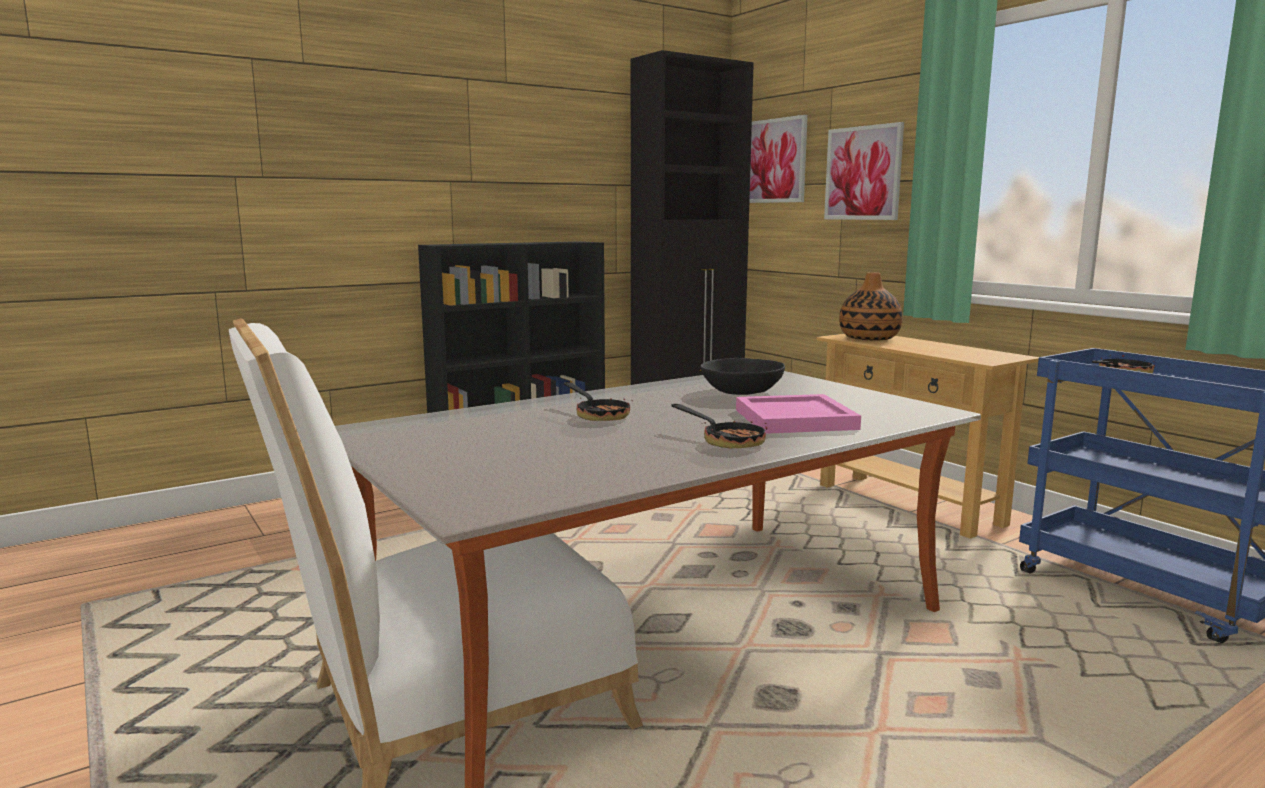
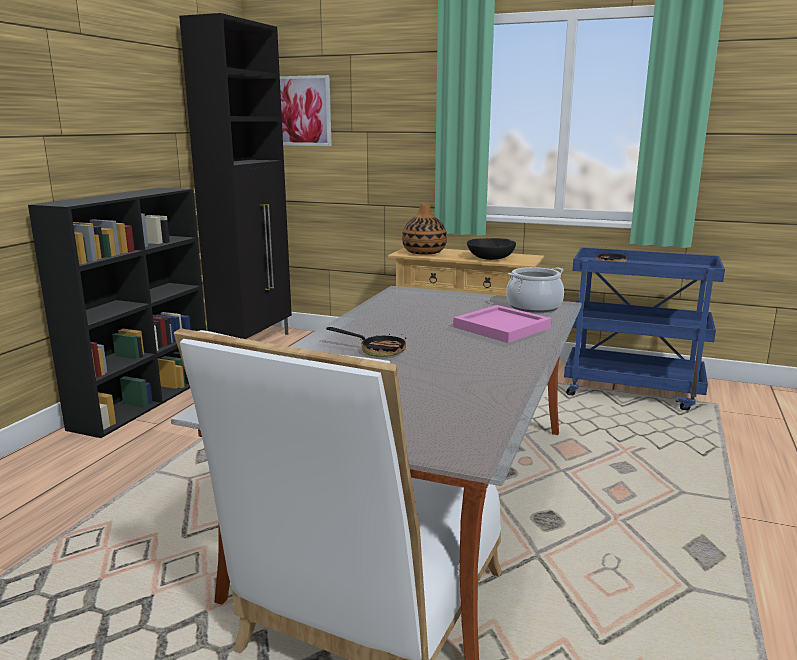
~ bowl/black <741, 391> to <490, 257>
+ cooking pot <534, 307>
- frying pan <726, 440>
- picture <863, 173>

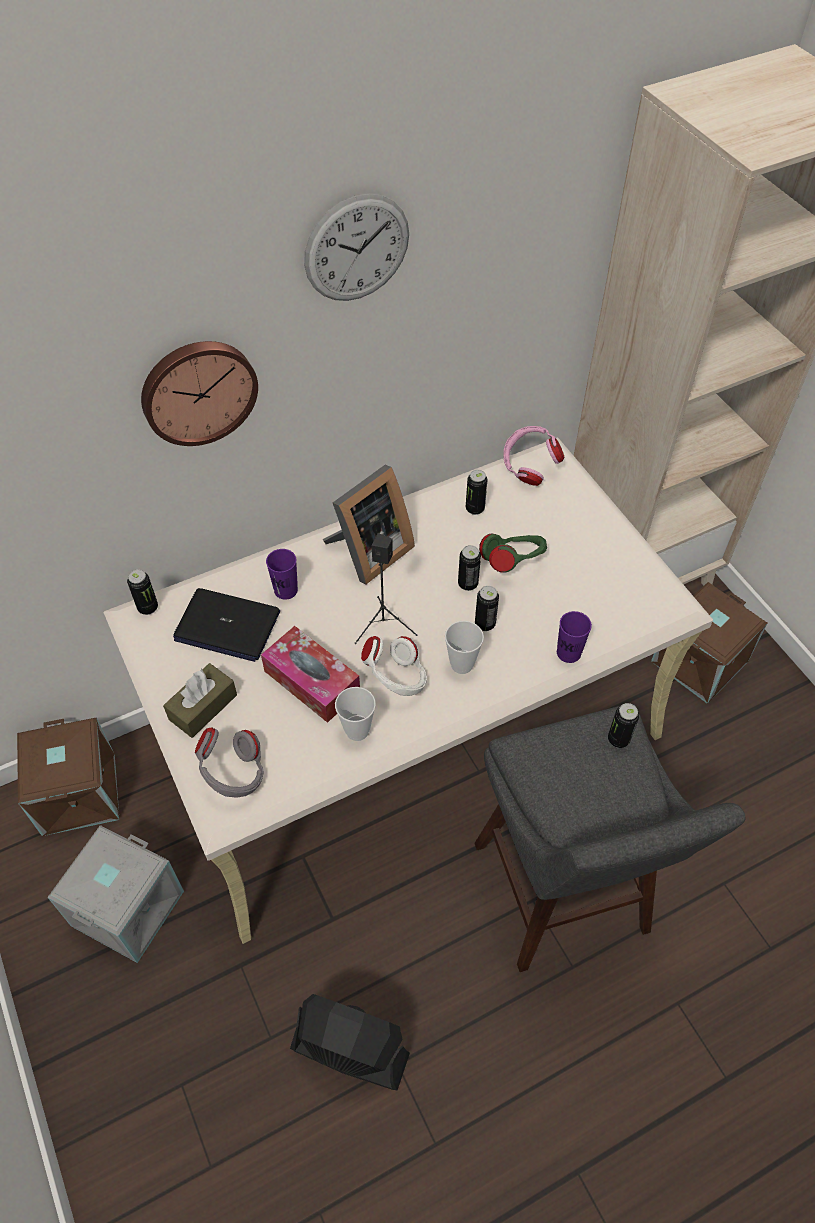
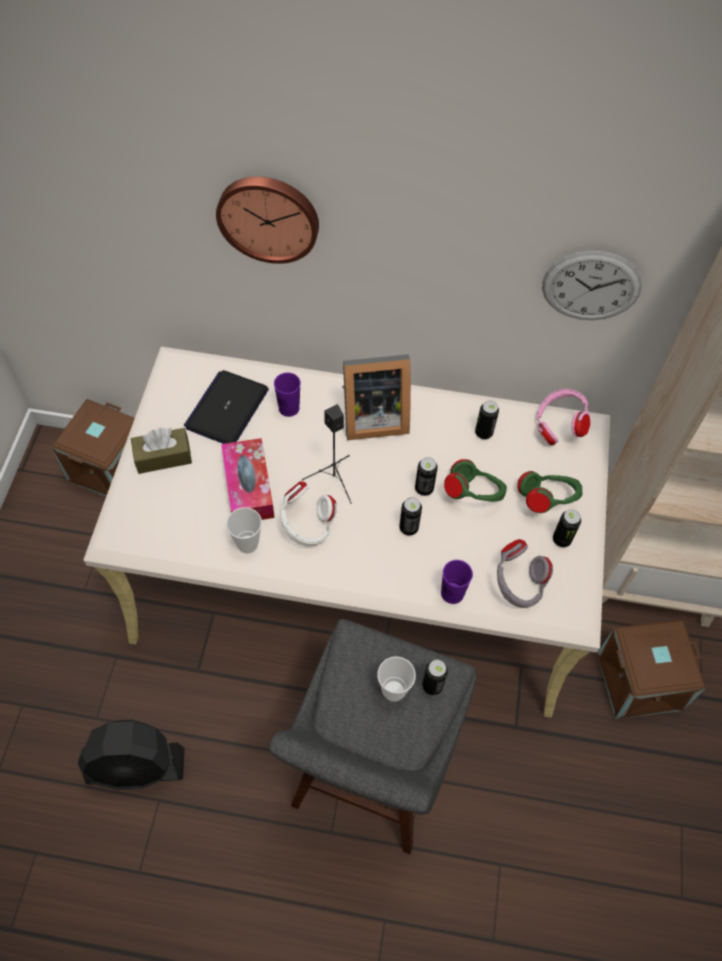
~ fan/black <349, 1051> = <136, 766> 120 degrees clockwise
~ laptop <227, 626> = <227, 409> 60 degrees clockwise
~ cup <462, 664> to <393, 691>
~ headphones/grey <234, 775> to <518, 585>
+ headphones/green <547, 500>
~ wall clock <357, 248> to <591, 286>
~ can <148, 608> to <561, 539>
- storage box/grey <126, 907>

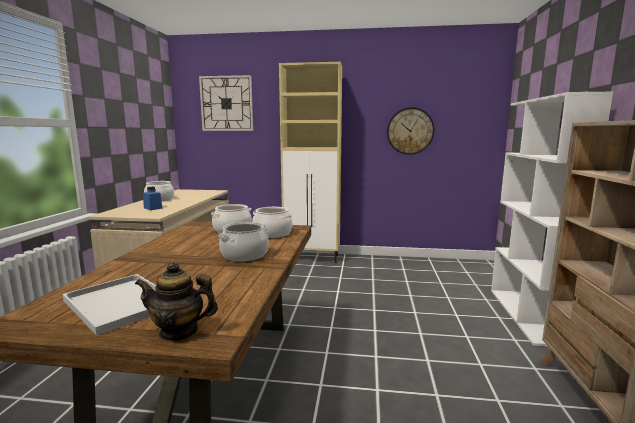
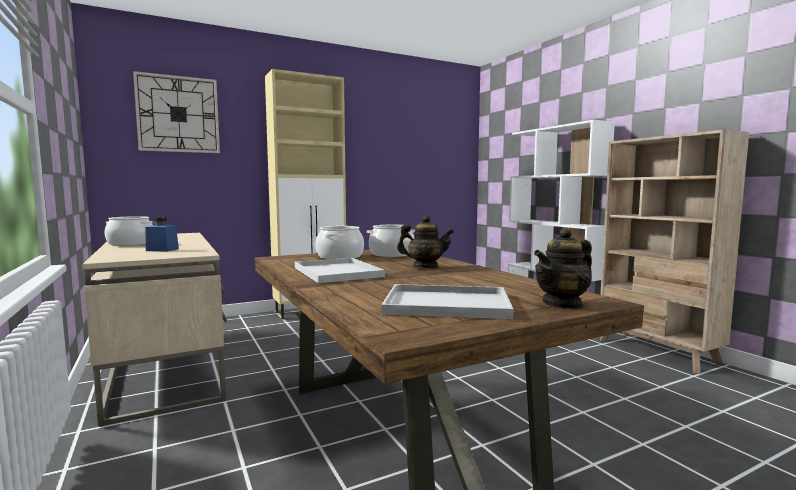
+ tray/white <339, 272>
~ cooking pot <244, 255> to teapot <425, 267>
- wall clock <410, 131>

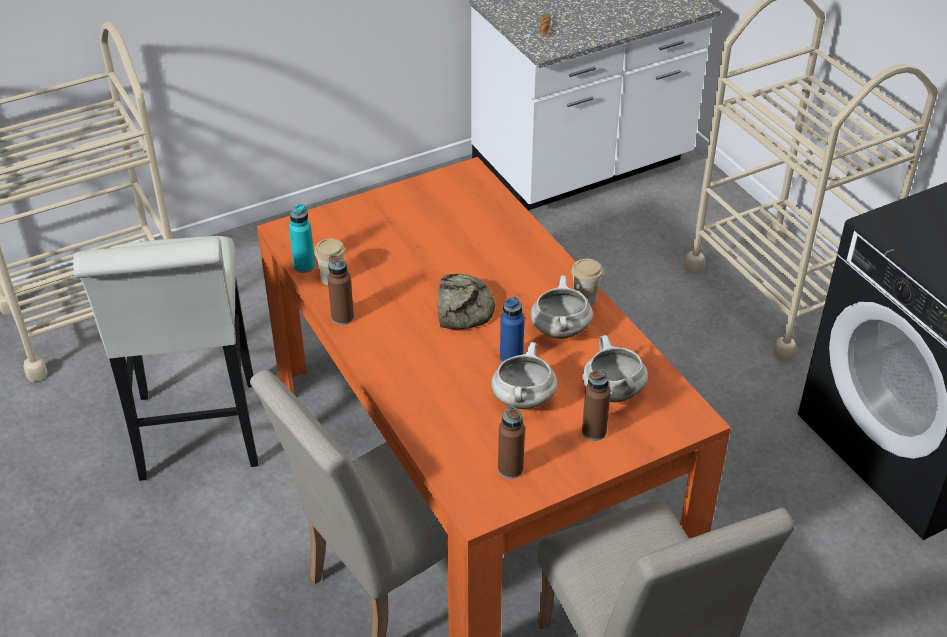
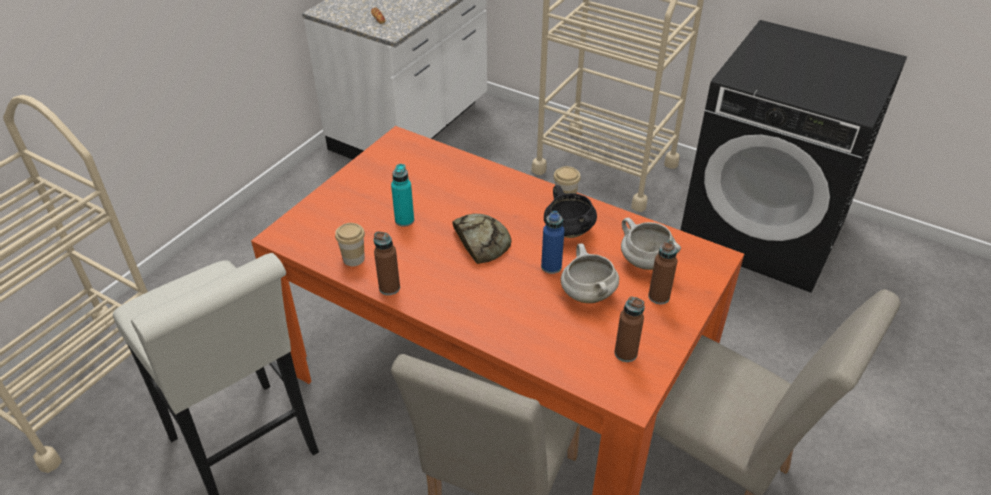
~ bottle/turquoise <304, 266> to <404, 220>
~ cooking pot/white <559, 330> to cooking pot/black <567, 231>

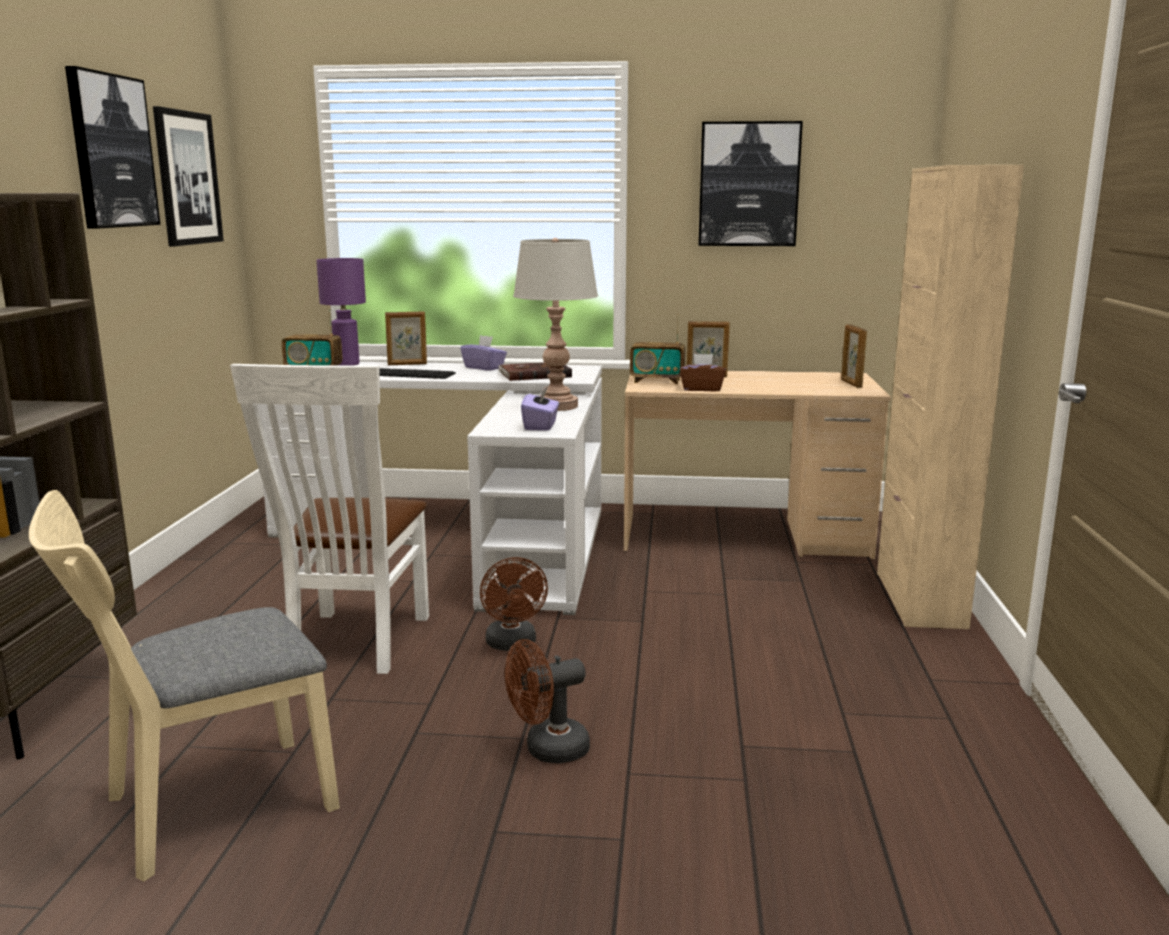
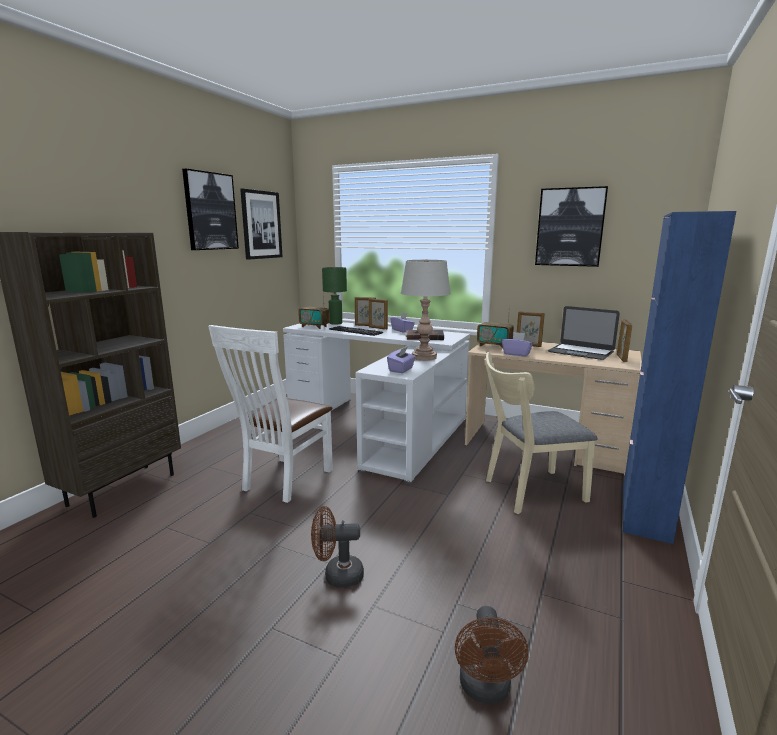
~ table lamp/purple <347, 364> to table lamp/green <336, 323>
+ picture frame <377, 328>
~ fan/brown <513, 644> to <486, 690>
~ chair/beige <203, 809> to <528, 491>
~ tissue box/brown <702, 389> to tissue box/purple <516, 354>
+ laptop <580, 352>
~ cabinet/beige <919, 599> to cabinet/blue <645, 512>

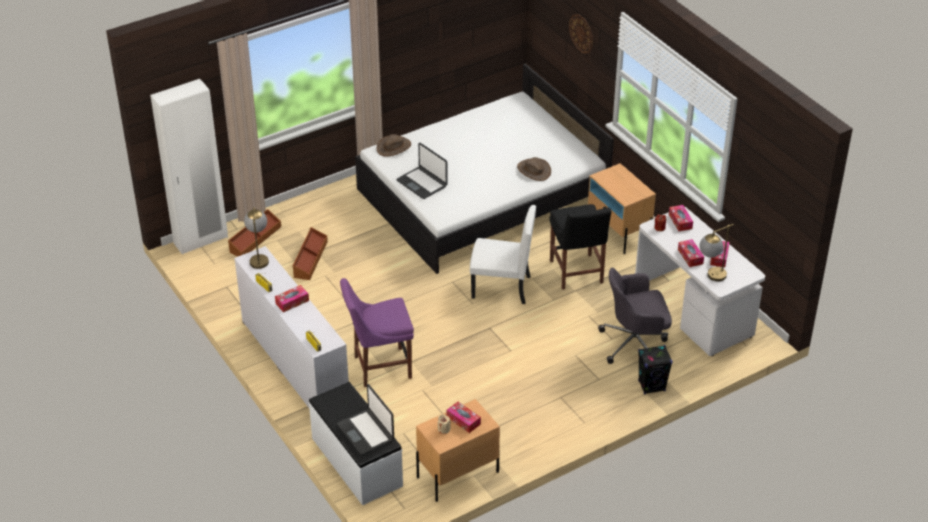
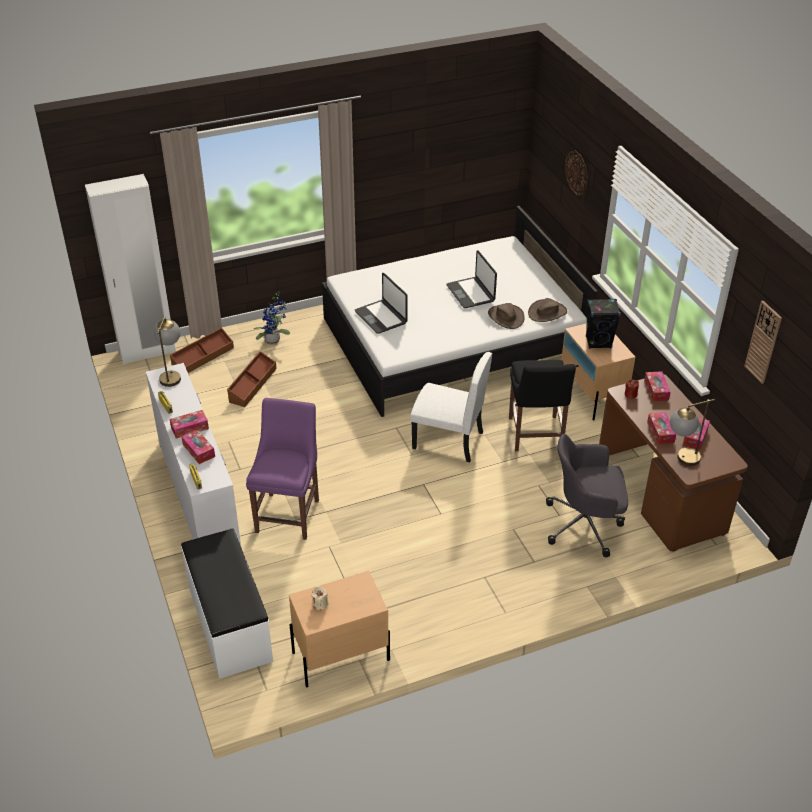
~ tissue box <463, 420> to <198, 450>
~ chair/purple <379, 367> = <289, 513> 105 degrees clockwise
+ potted plant <274, 341>
~ laptop <366, 432> to <471, 293>
~ hat/brown <393, 147> to <547, 312>
~ speaker/black <652, 386> to <598, 342>
~ desk/white <694, 311> to desk/brown <661, 495>
+ wall clock <763, 342>

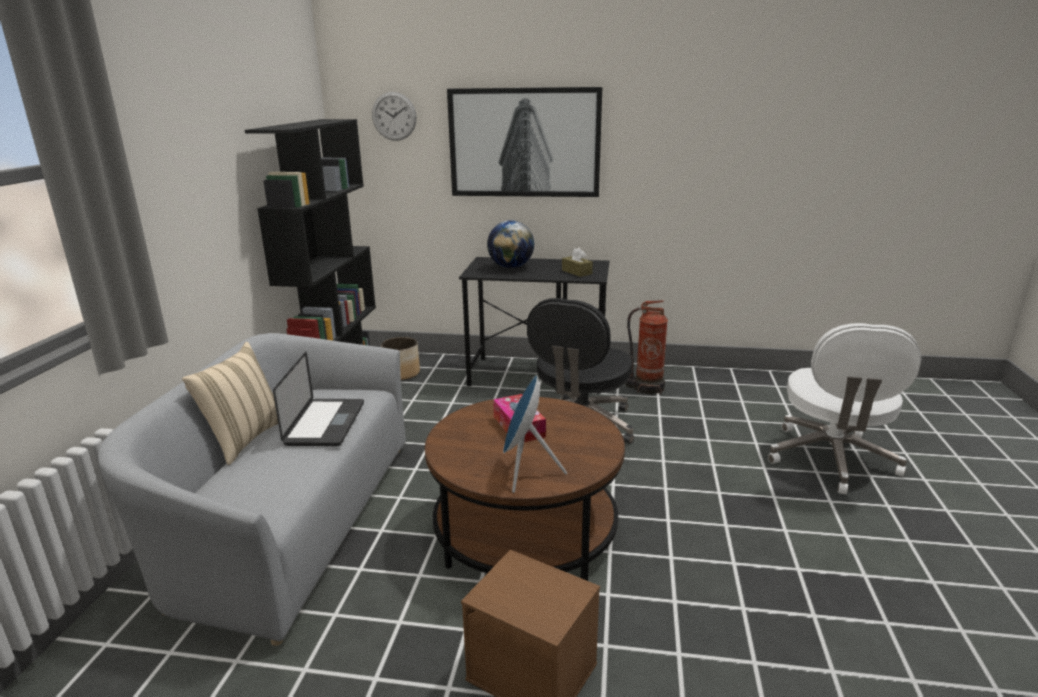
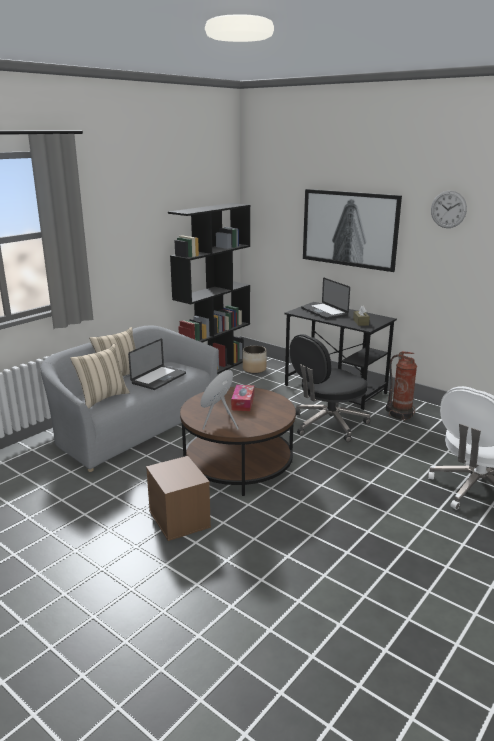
+ pillow/beige <102, 398>
~ globe <511, 267> to laptop <324, 312>
~ wall clock <394, 116> to <448, 209>

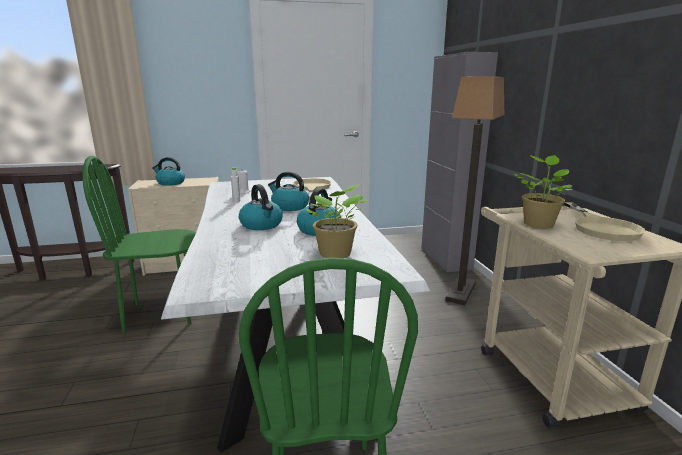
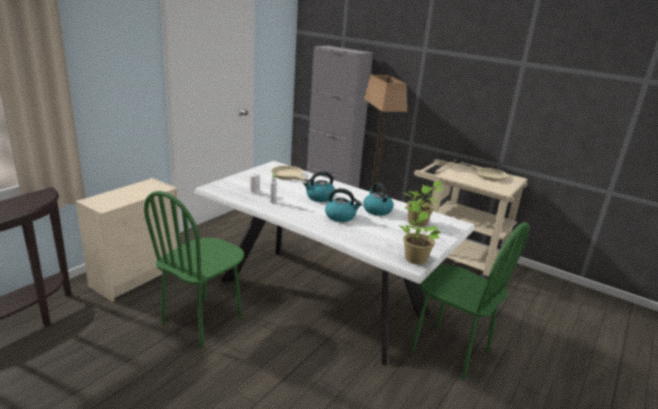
~ potted plant <538, 223> to <414, 258>
- kettle <170, 183>

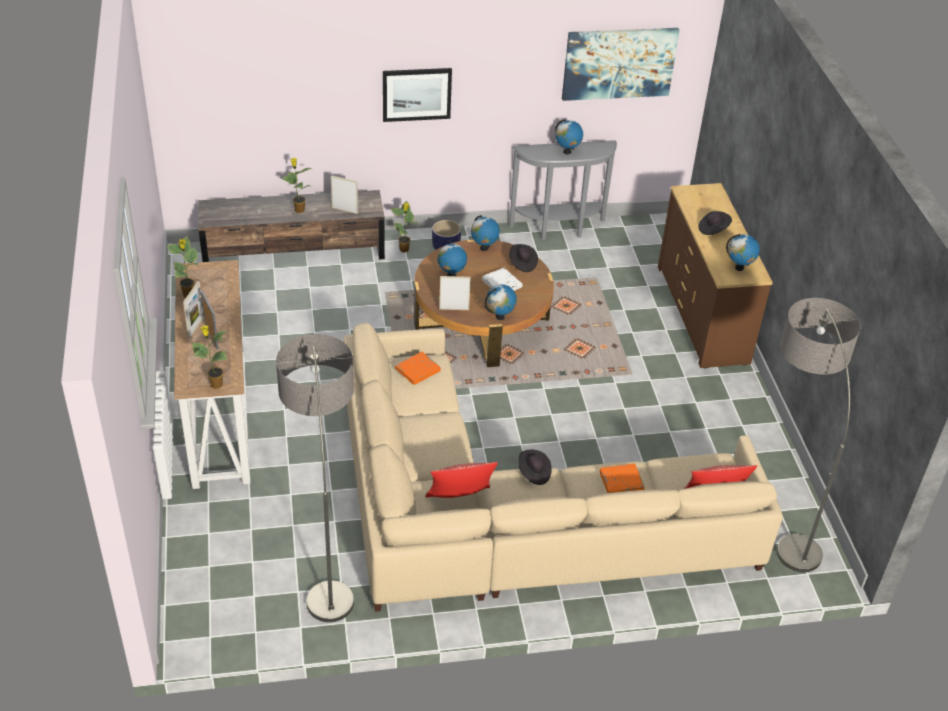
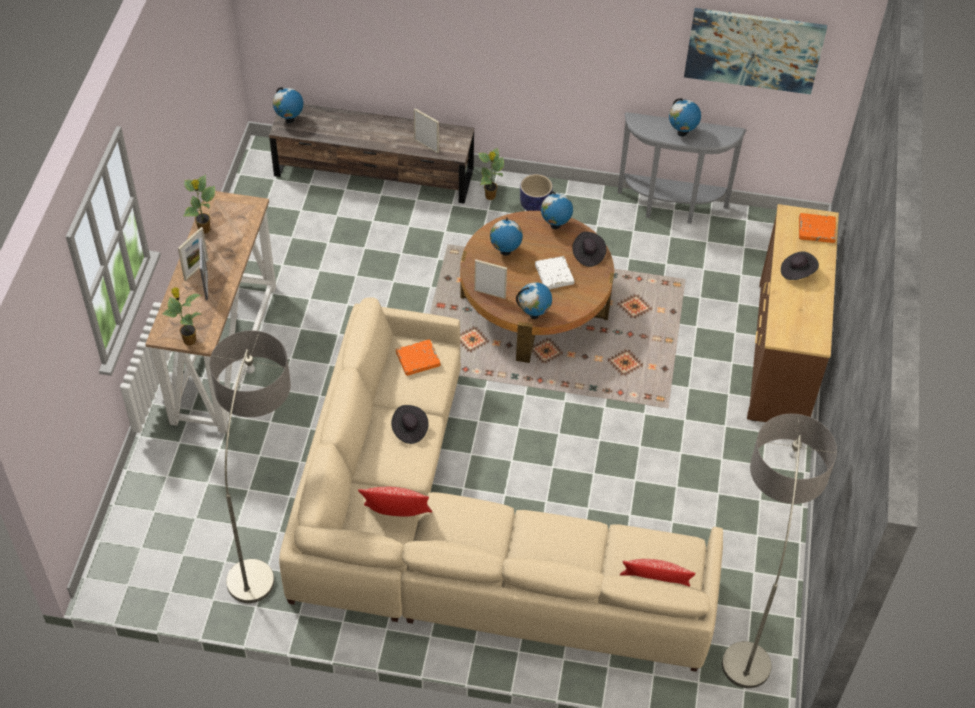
~ globe <739, 268> to <289, 120>
~ hat/black <533, 473> to <409, 429>
~ book/orange <621, 481> to <816, 230>
- potted plant <299, 210>
- picture <416, 94>

